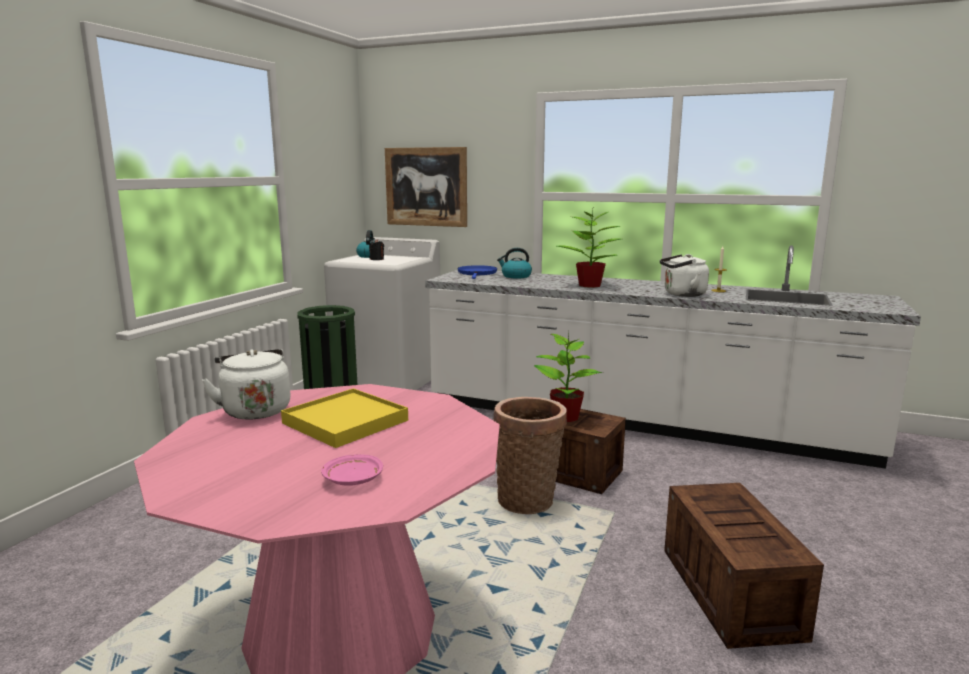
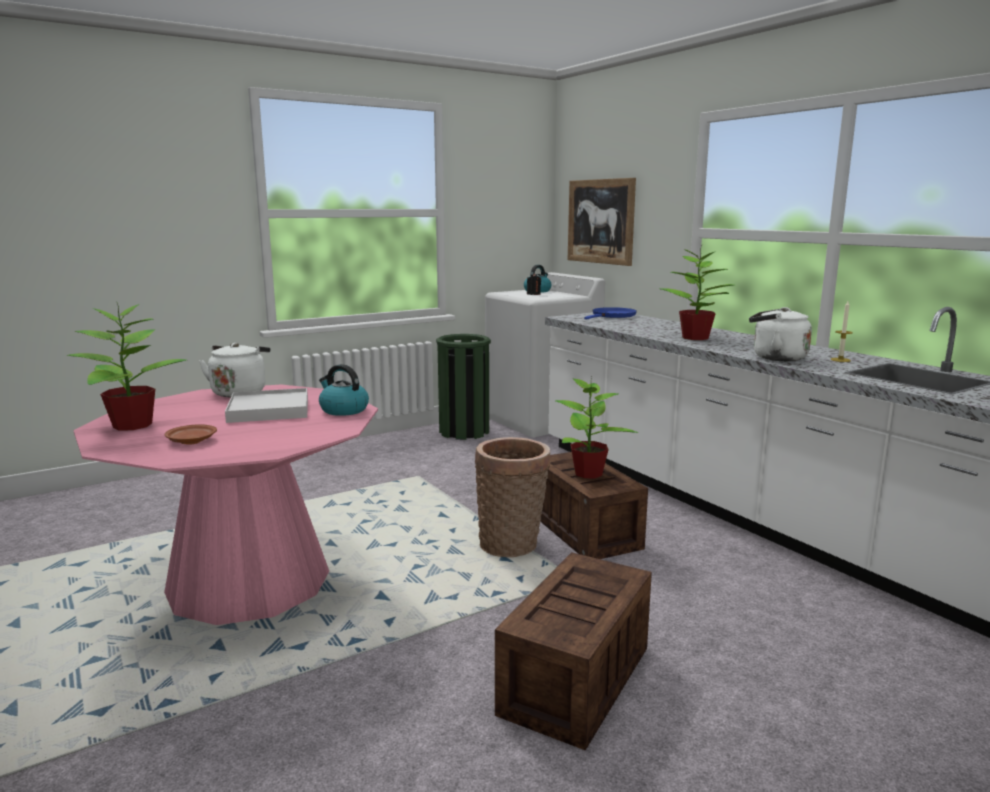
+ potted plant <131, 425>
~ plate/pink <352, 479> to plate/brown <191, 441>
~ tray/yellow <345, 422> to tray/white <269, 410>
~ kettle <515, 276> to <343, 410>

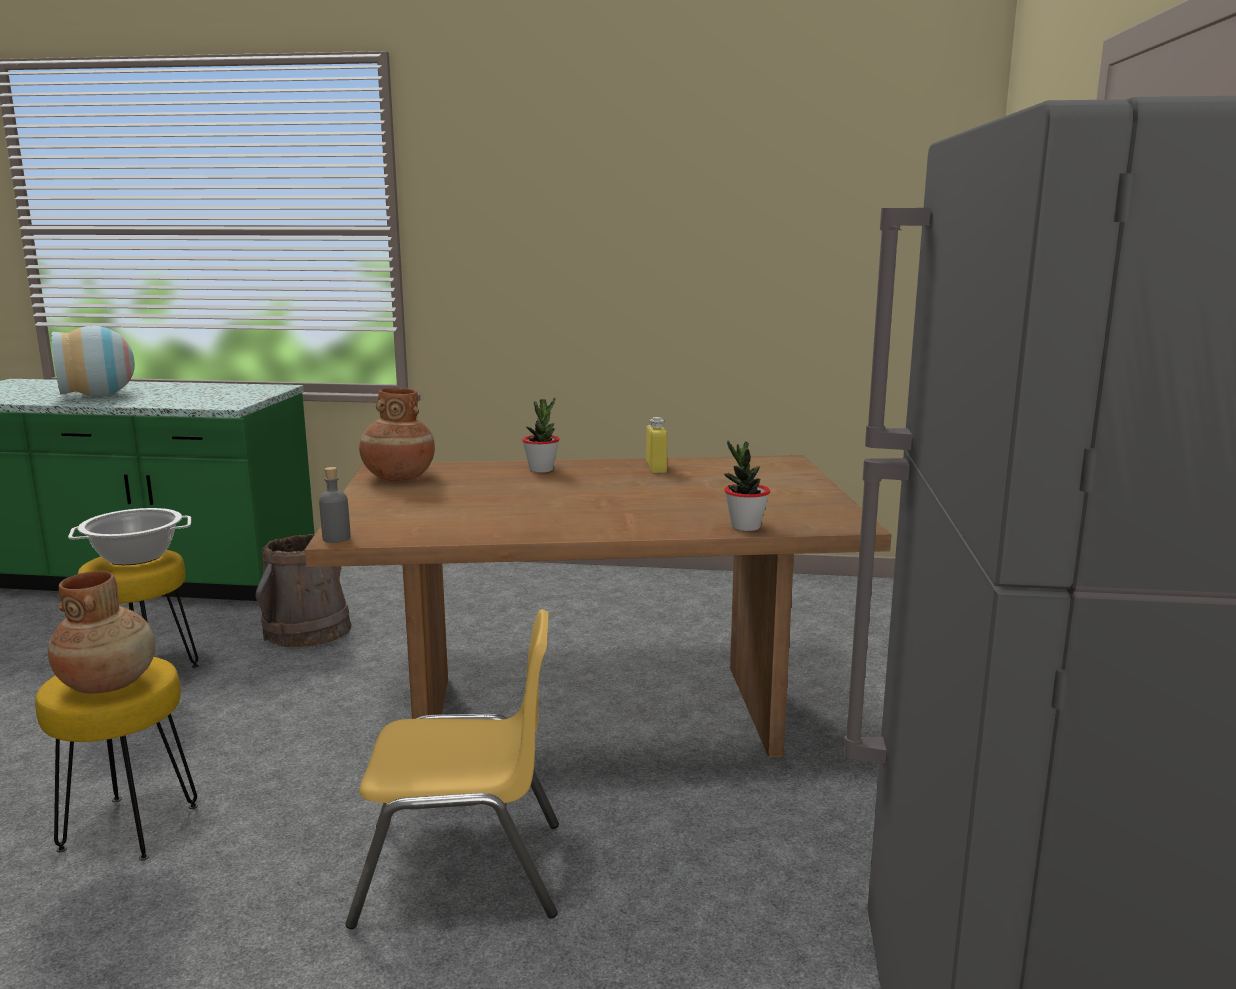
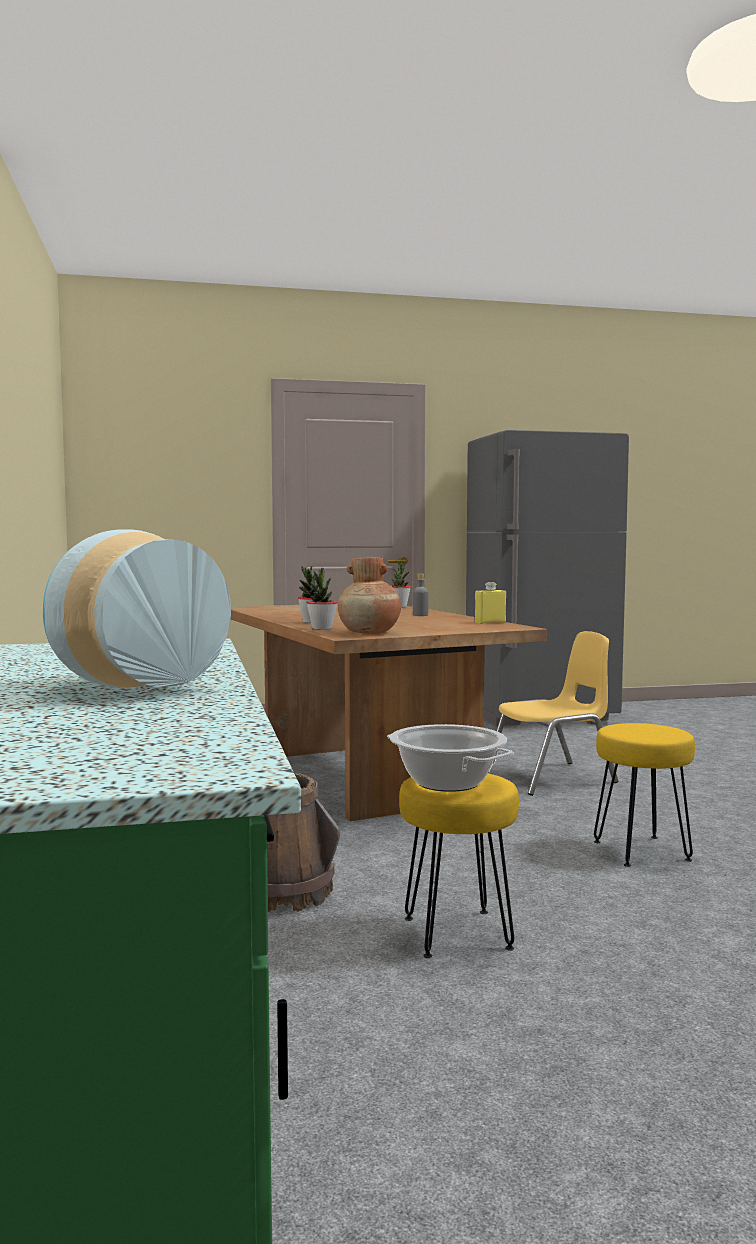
+ potted plant <322, 628>
~ bottle/grey <336, 538> to <420, 615>
~ bottle/yellow <656, 468> to <490, 623>
~ chair/yellow <462, 872> = <551, 778> 90 degrees clockwise
- vase/brown <109, 683>

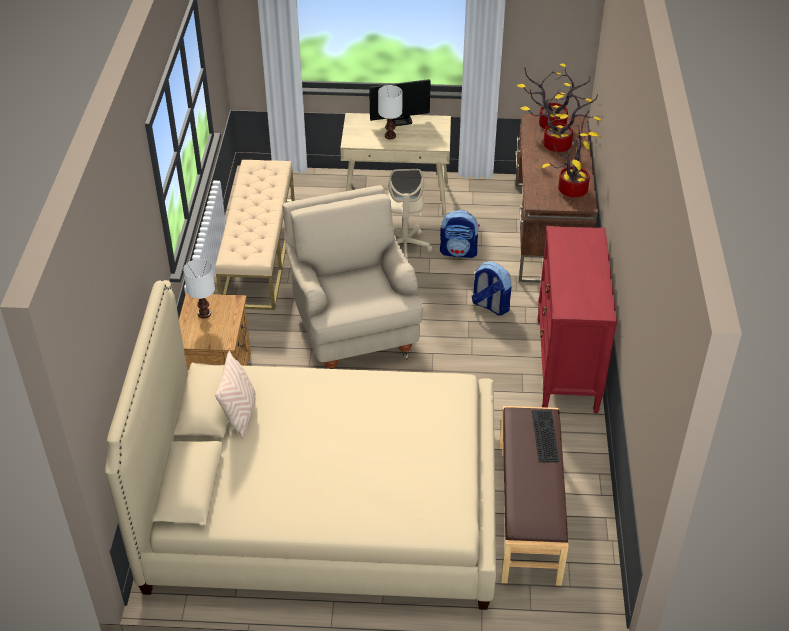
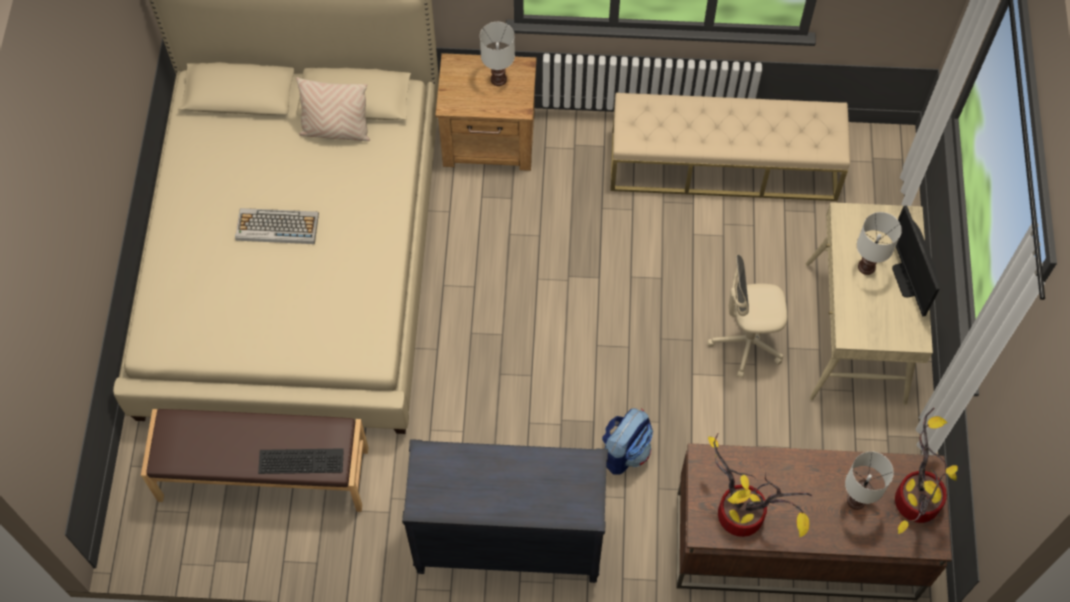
+ keyboard <276, 227>
~ dresser/red <567, 365> to dresser/black <508, 543>
~ potted plant <555, 146> to table lamp/white <855, 500>
- armchair/beige <353, 327>
- backpack <459, 252>

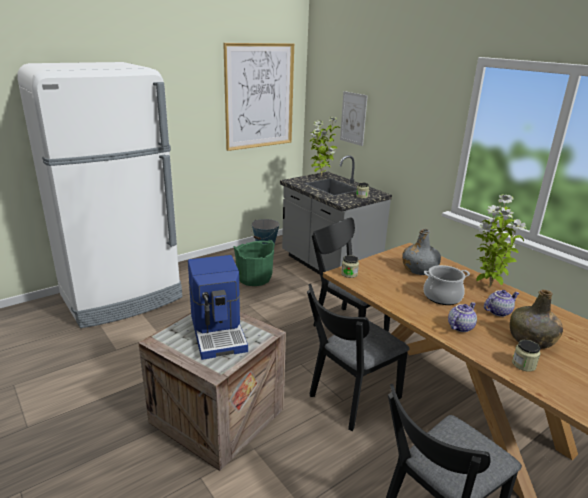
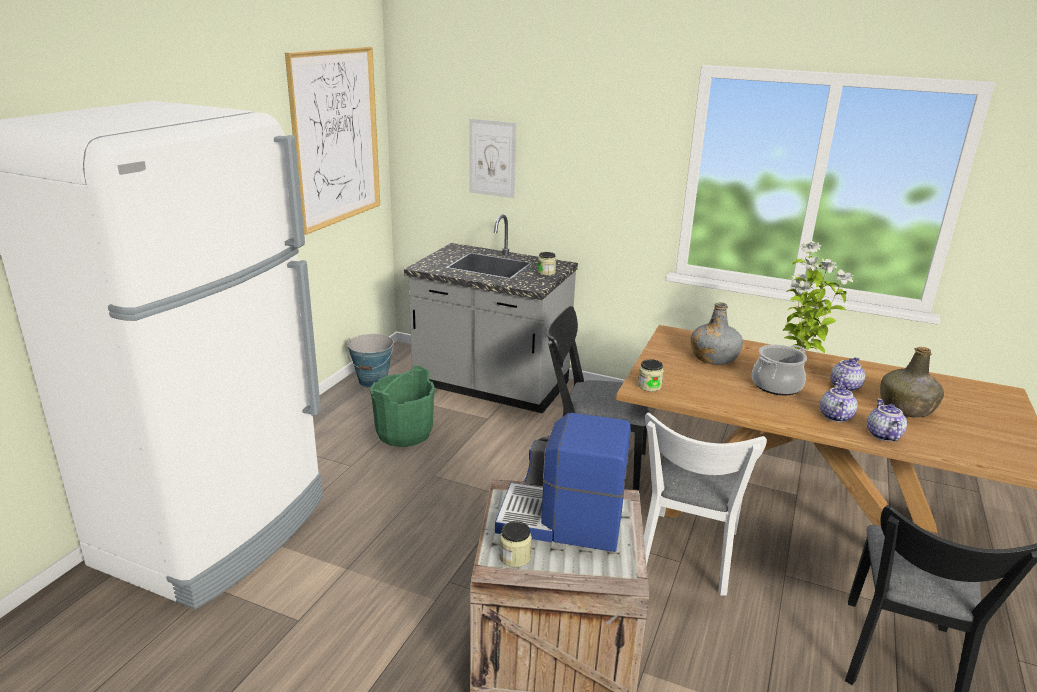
~ coffee machine <219, 332> = <561, 522> 150 degrees clockwise
~ jar <523, 364> to <515, 557>
~ chair/black <350, 399> to chair/white <687, 557>
+ teapot <882, 435>
- potted plant <320, 176>

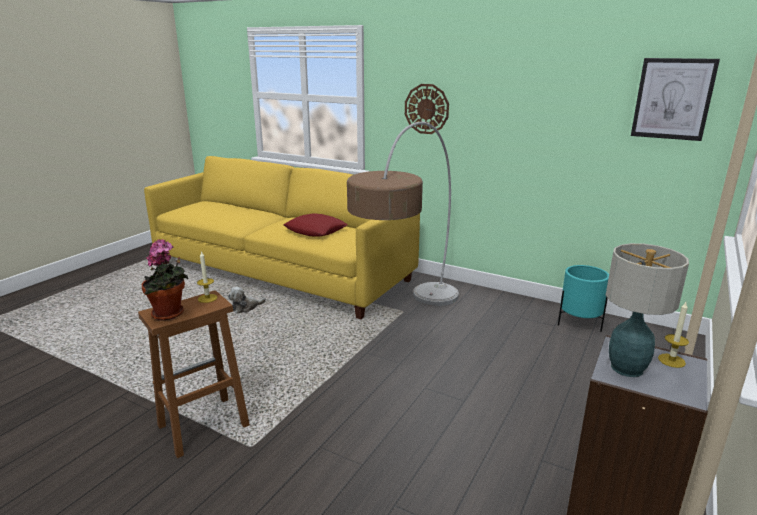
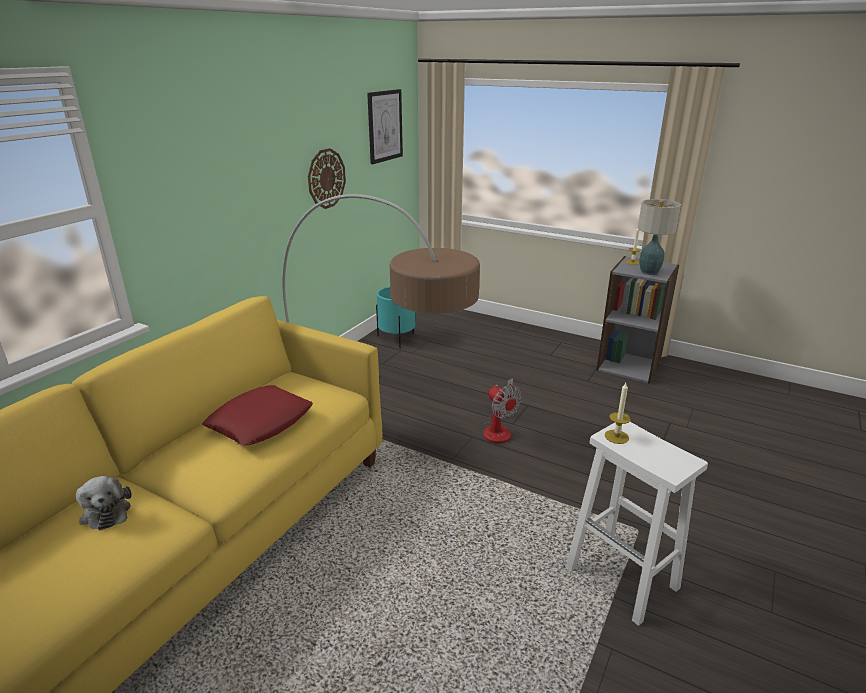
~ plush toy <245, 308> to <105, 511>
~ wall clock <426, 109> to <326, 178>
+ fan <499, 429>
~ stool/brown <202, 426> to stool/white <623, 579>
- potted plant <170, 314>

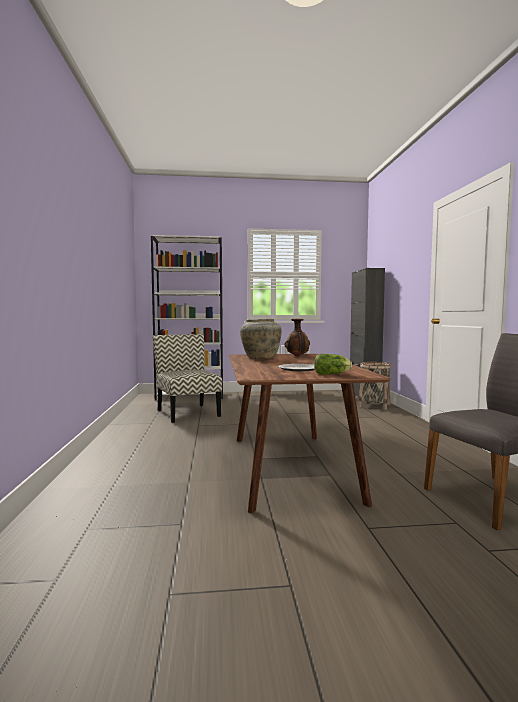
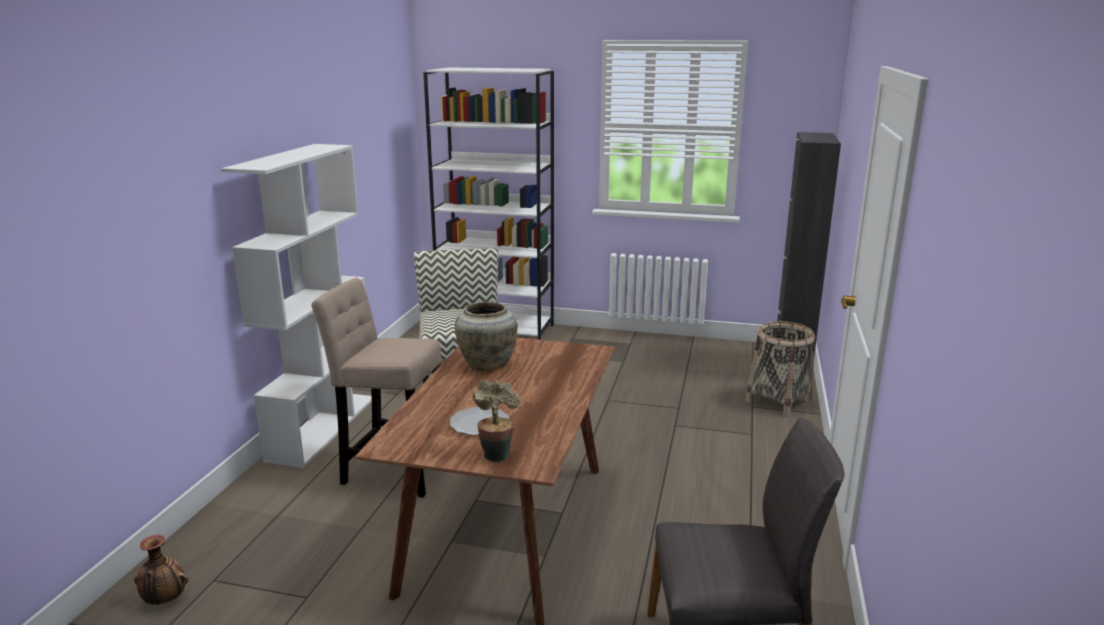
~ vase <297, 356> to <164, 600>
+ bookcase/white <323, 427>
+ stool/beige <391, 472>
~ lettuce <332, 374> to potted plant <496, 454>

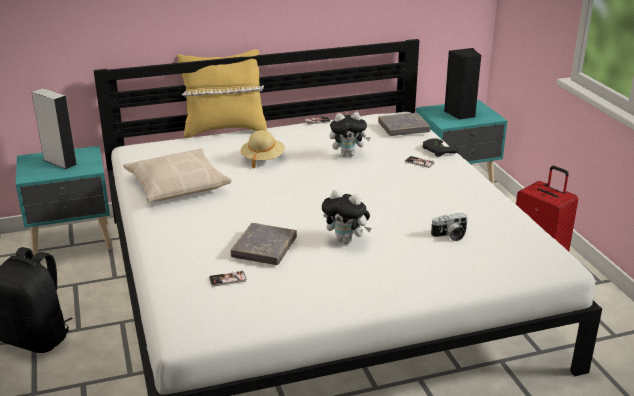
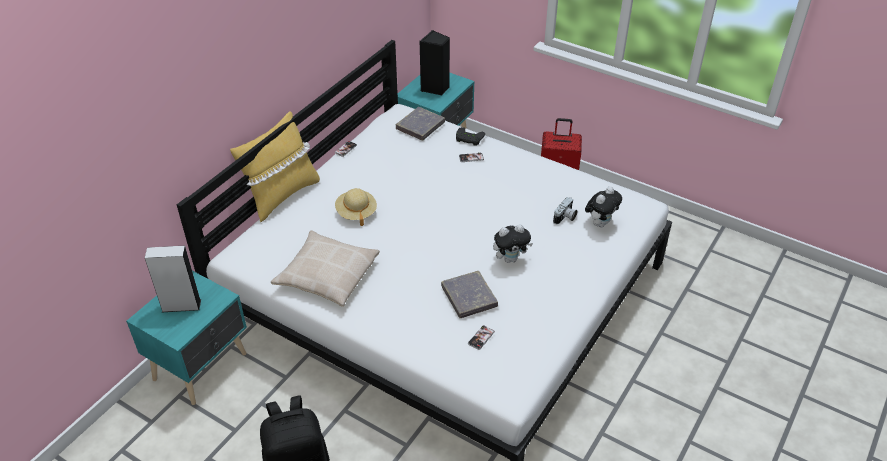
~ plush toy <348, 154> to <600, 223>

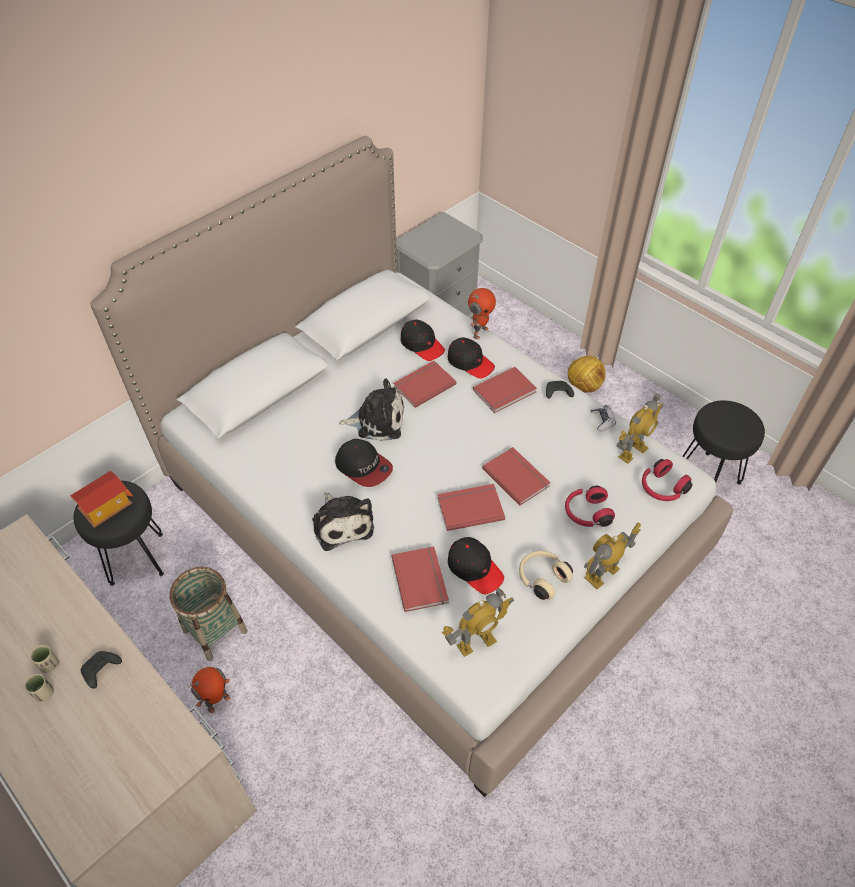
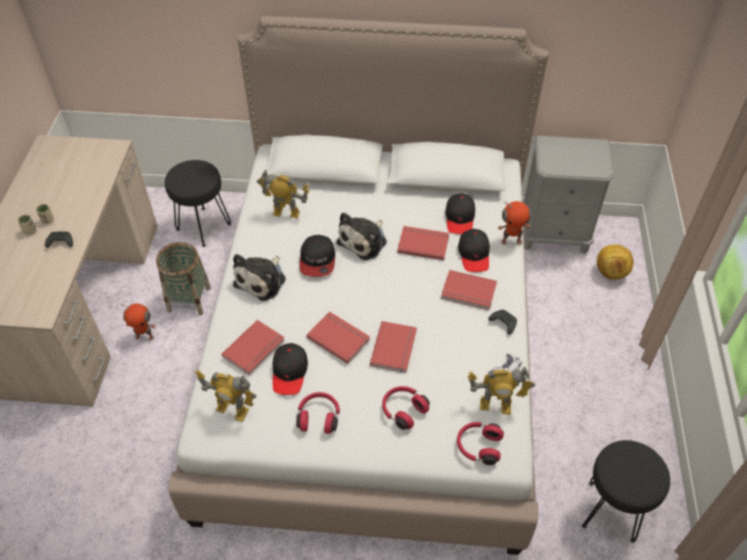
~ toy robot <602, 574> to <286, 213>
~ headphones/beige <542, 578> to headphones/red <319, 417>
~ plush toy <377, 420> = <364, 241> 75 degrees clockwise
~ football <583, 386> to <610, 272>
- toy house <106, 507>

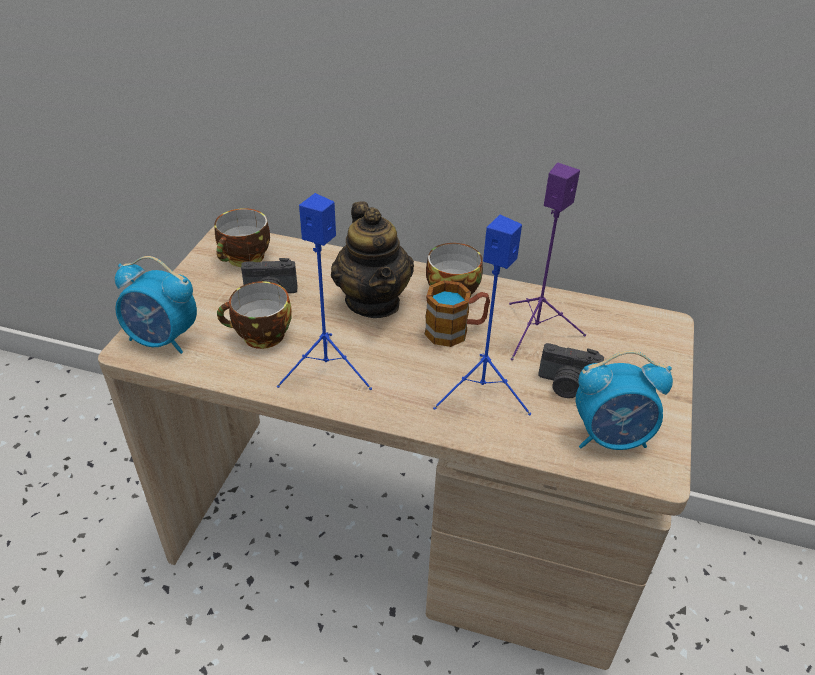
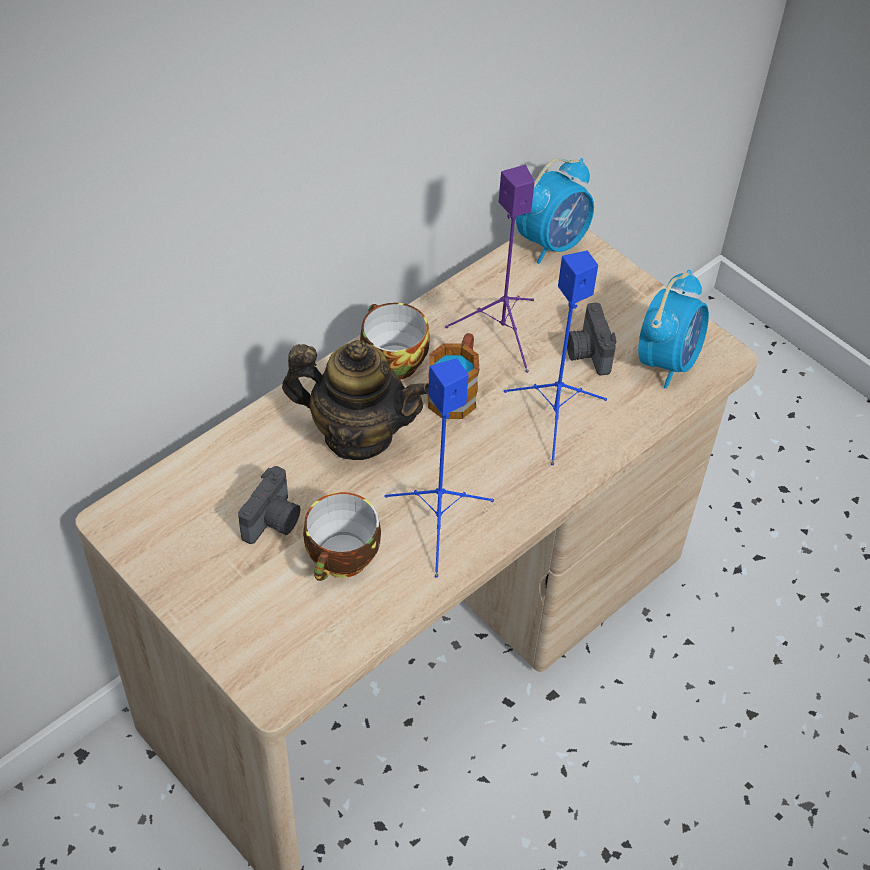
~ alarm clock <163, 340> to <552, 242>
~ photo camera <566, 385> = <587, 353> 120 degrees clockwise
- cup <245, 259>

